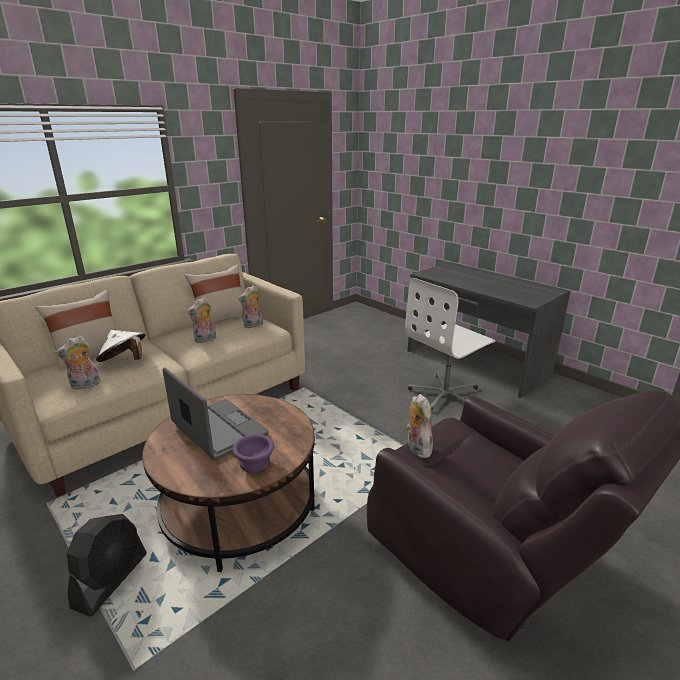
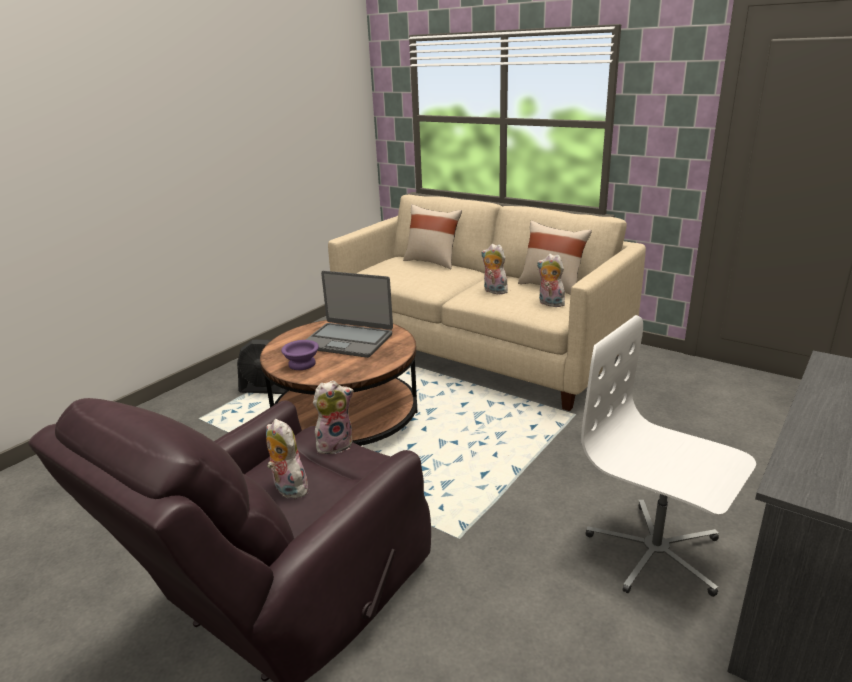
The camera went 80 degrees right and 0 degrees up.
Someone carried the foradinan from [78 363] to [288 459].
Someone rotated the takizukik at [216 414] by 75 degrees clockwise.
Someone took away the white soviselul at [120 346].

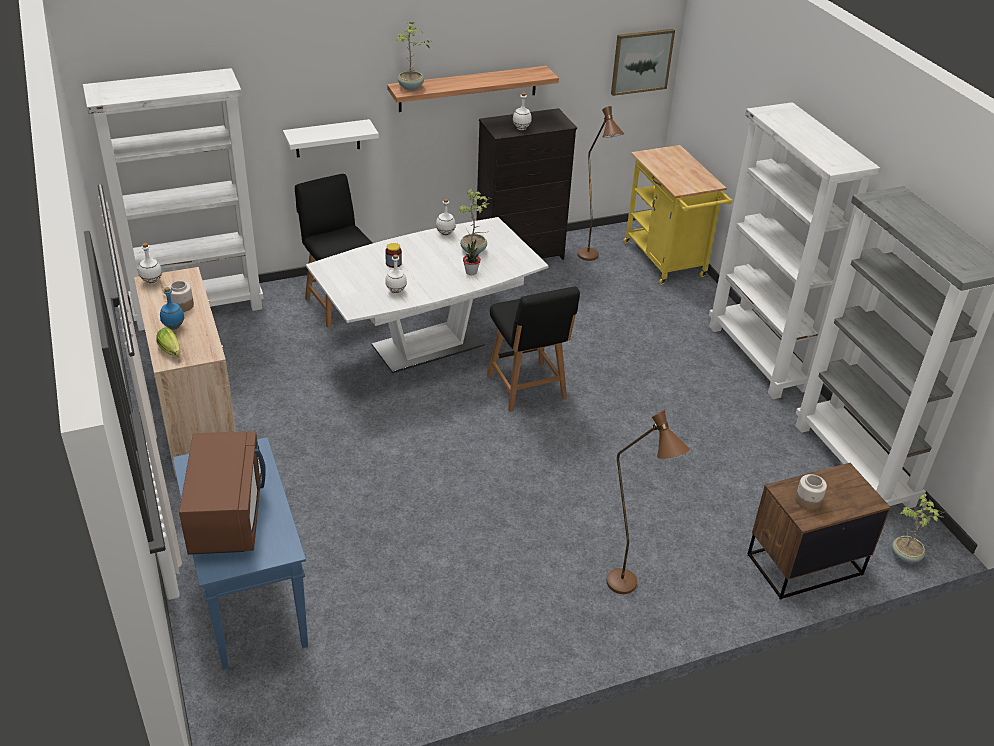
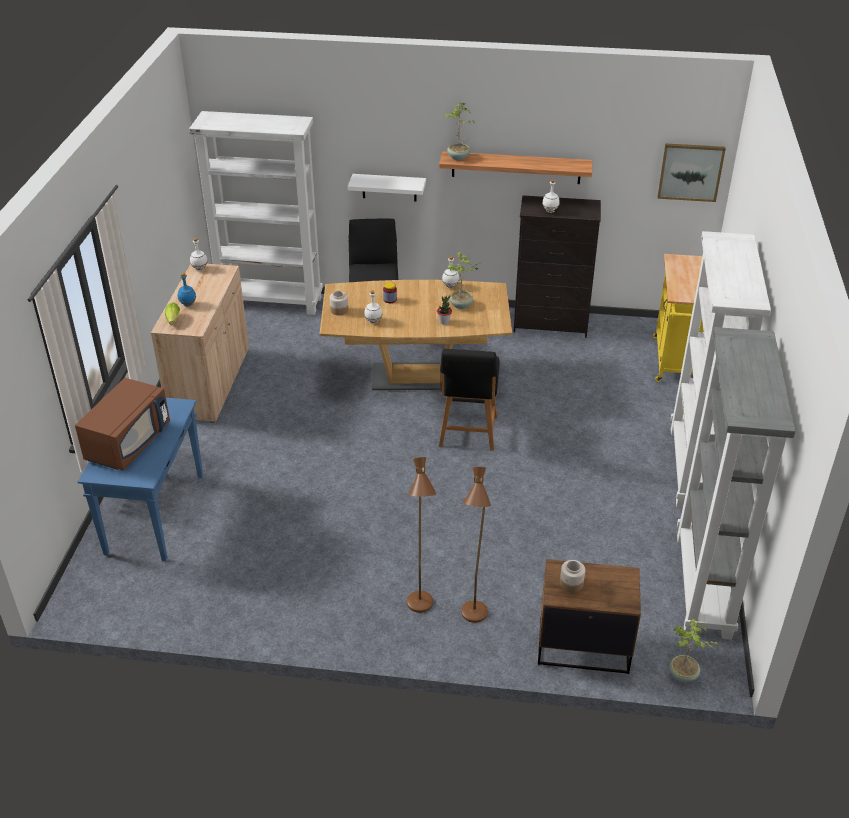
The camera went 30 degrees right and 0 degrees up.
Someone repainted the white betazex at [427 295], which became the brown betazex at [416 335].
Someone carried the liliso from [181 296] to [339 303].
Someone carried the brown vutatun from [600 183] to [476 545].

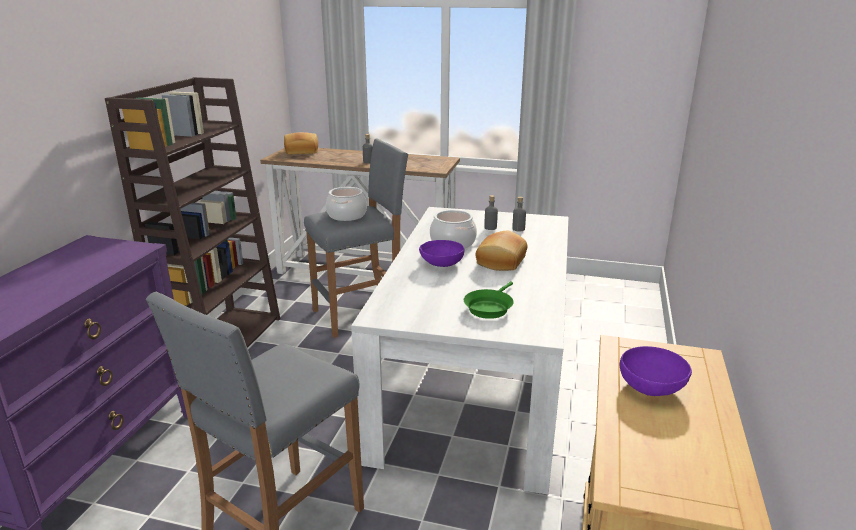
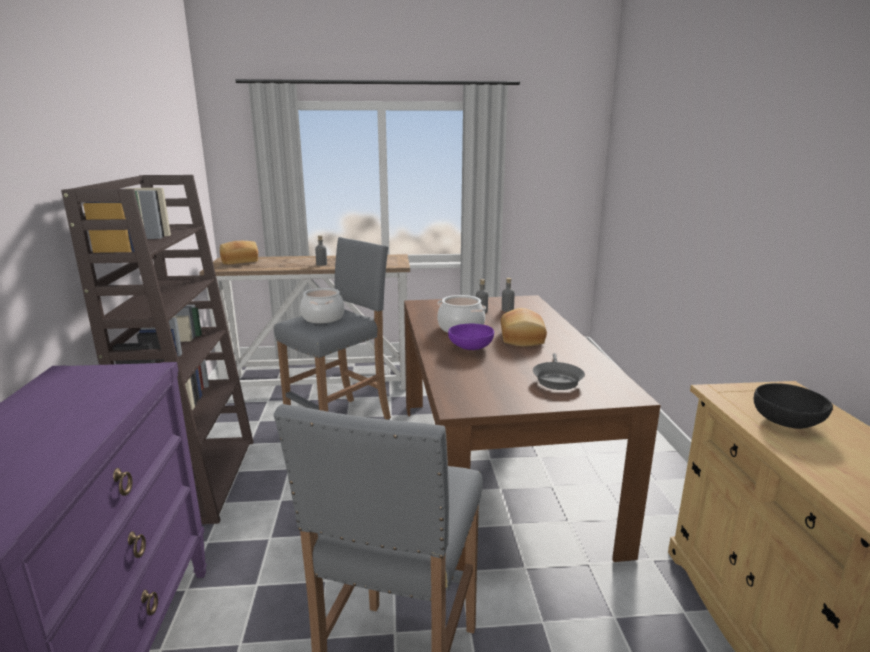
The camera went 20 degrees left and 5 degrees down.
Someone repainted the white betazex at [459 351], which became the brown betazex at [532 433].
Someone repainted the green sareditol at [489 300], which became the grey sareditol at [559 371].
Someone repainted the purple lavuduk at [655 371], which became the black lavuduk at [793 406].

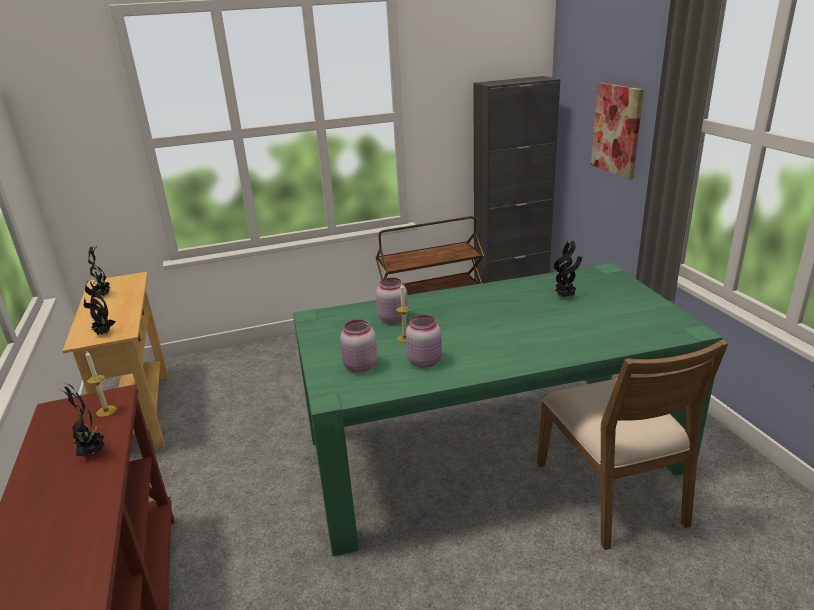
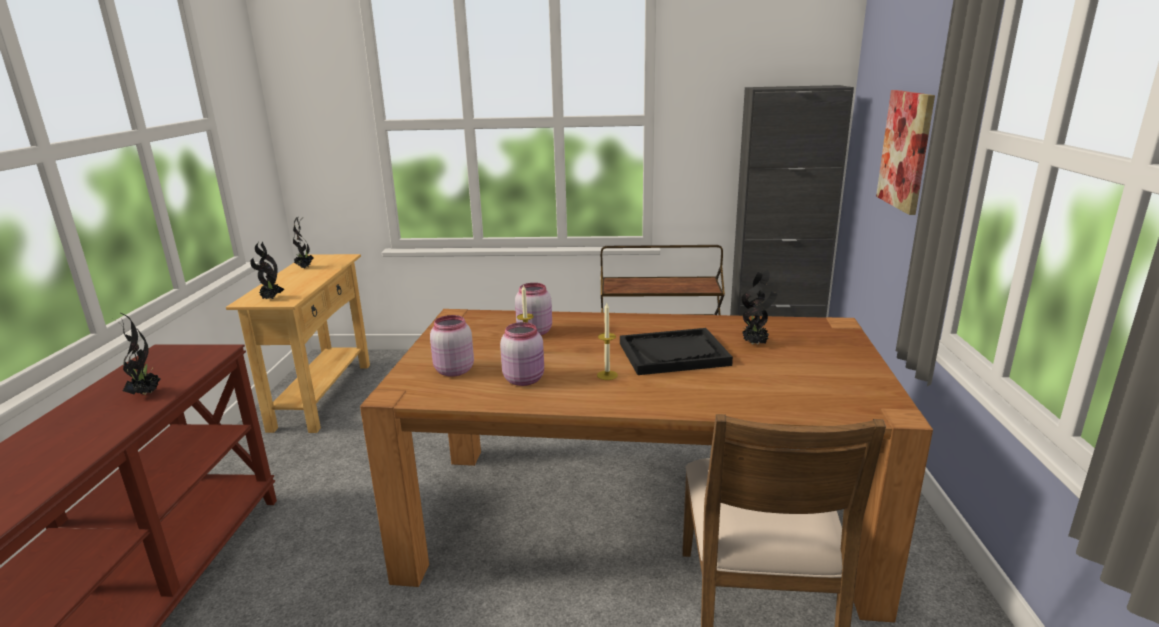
The camera went 20 degrees right and 5 degrees down.
Someone repainted the green betazex at [508 409], which became the brown betazex at [646 465].
Someone carried the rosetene from [101 383] to [607 341].
Someone put down the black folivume at [676 351].

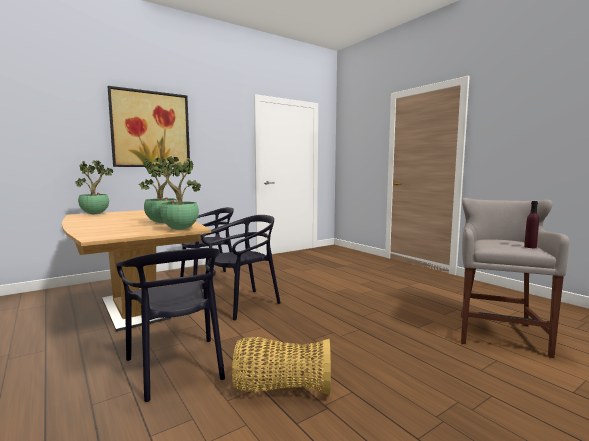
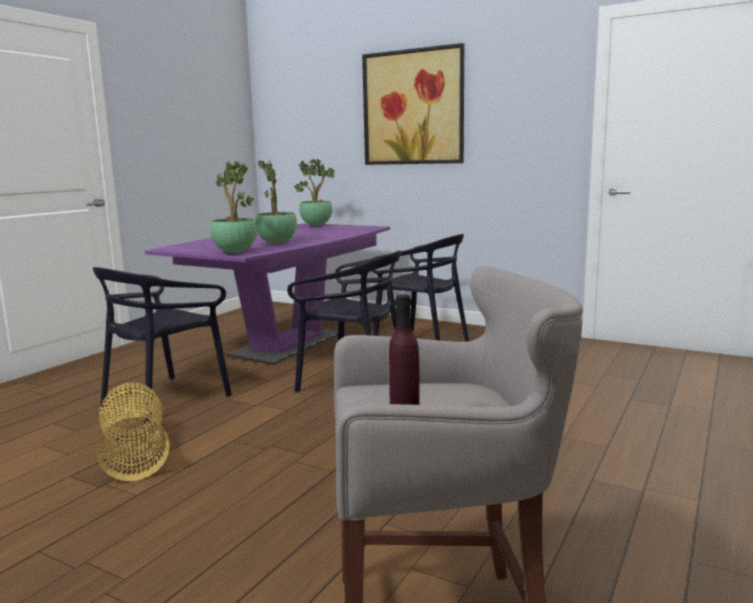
The camera went 65 degrees right and 5 degrees up.
Someone repainted the brown betazex at [136 271], which became the purple betazex at [267 294].

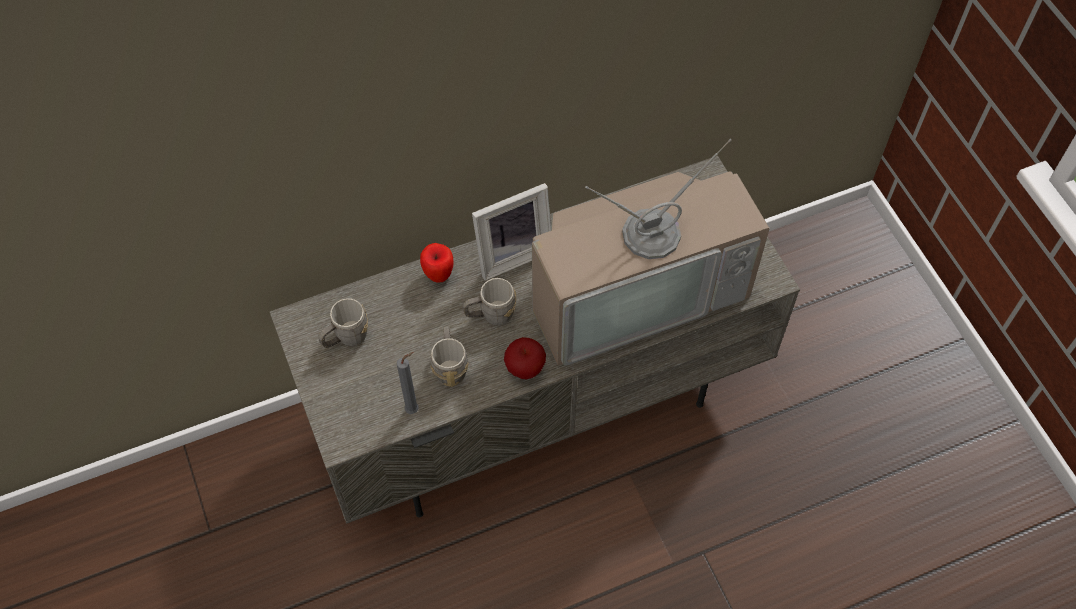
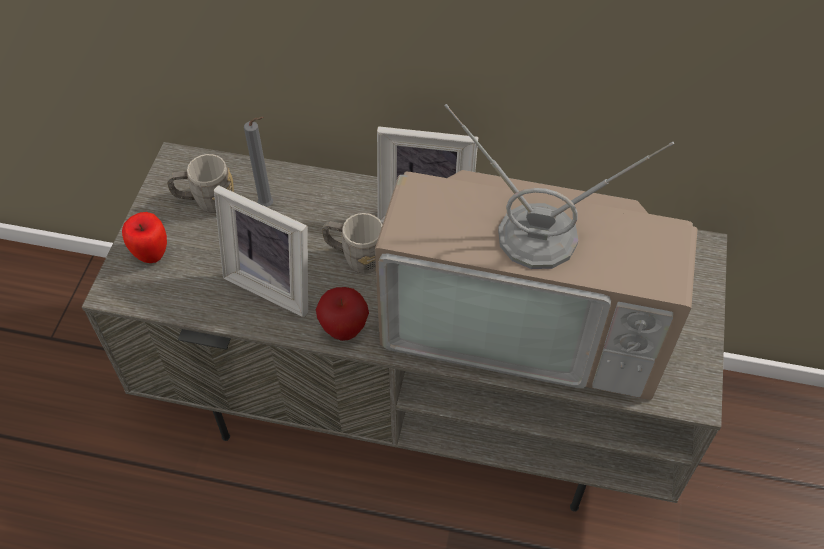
The camera went 35 degrees right and 5 degrees down.
Someone carried the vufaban from [436 263] to [144 237].
Someone swapped the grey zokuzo at [449 357] for the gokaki at [261 251].
Someone carried the grey rosetene from [408 383] to [258 162].

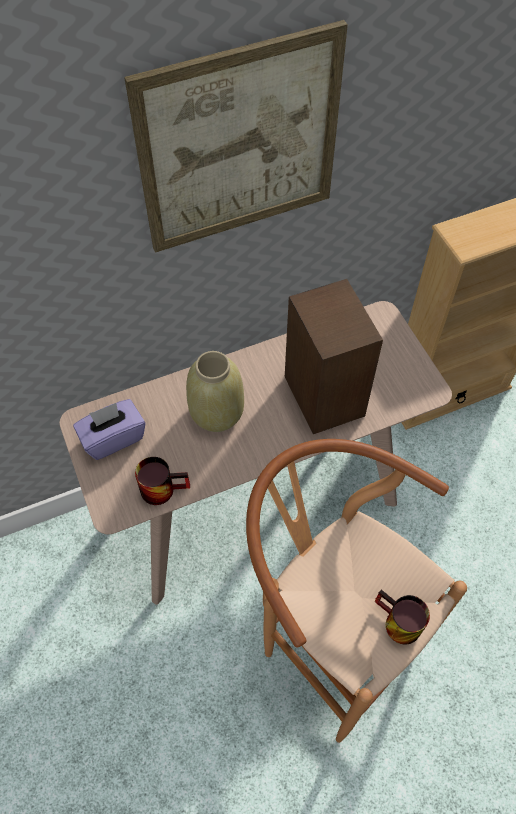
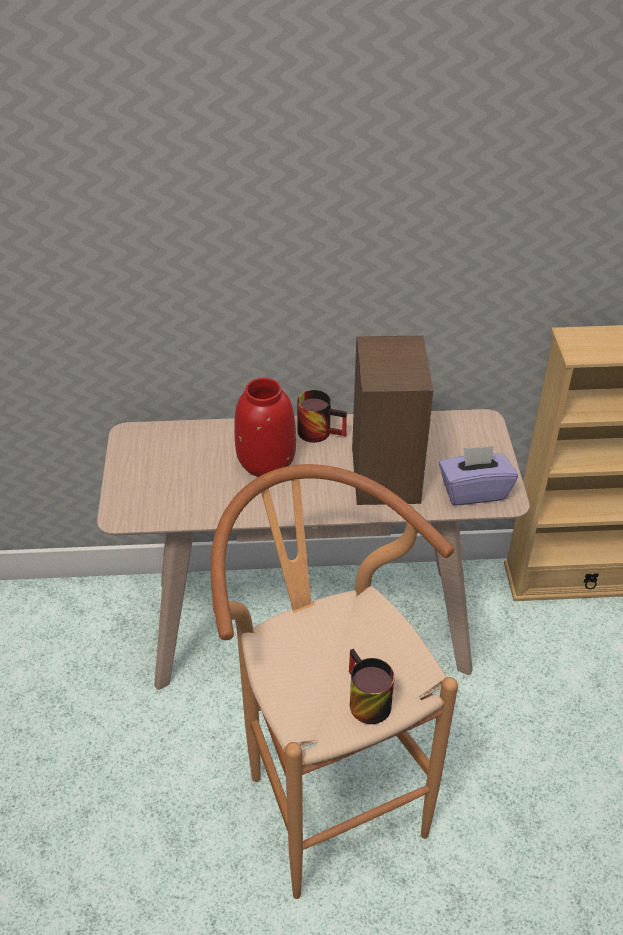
The camera went 20 degrees right and 15 degrees down.
Someone repainted the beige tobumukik at [215 391], which became the red tobumukik at [265 427].
Someone carried the zokuzo from [162 481] to [322 416].
Someone carried the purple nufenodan from [109 429] to [478 475].
Someone took away the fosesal at [236 136].

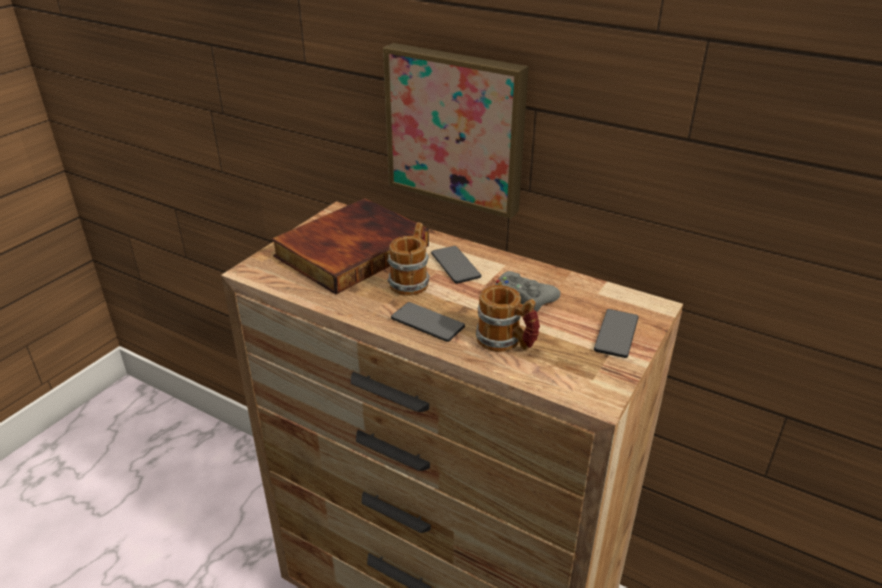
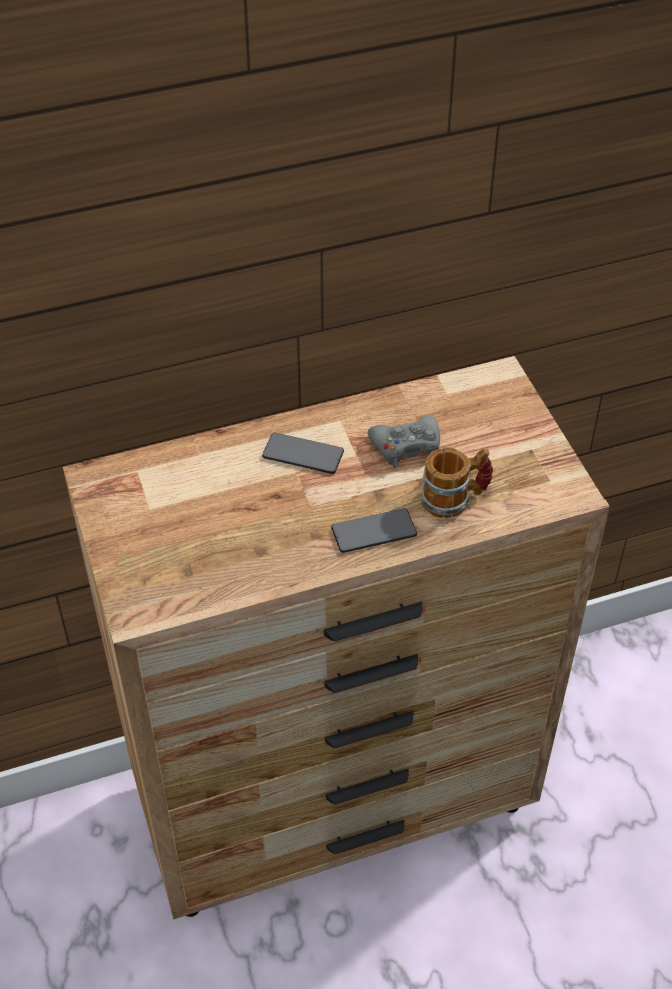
The camera went 50 degrees left and 15 degrees up.
Someone took away the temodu at [350 246].
Someone took away the fosesal at [456 131].
Someone took away the zokuzo at [408 259].
Someone took away the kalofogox at [616 333].

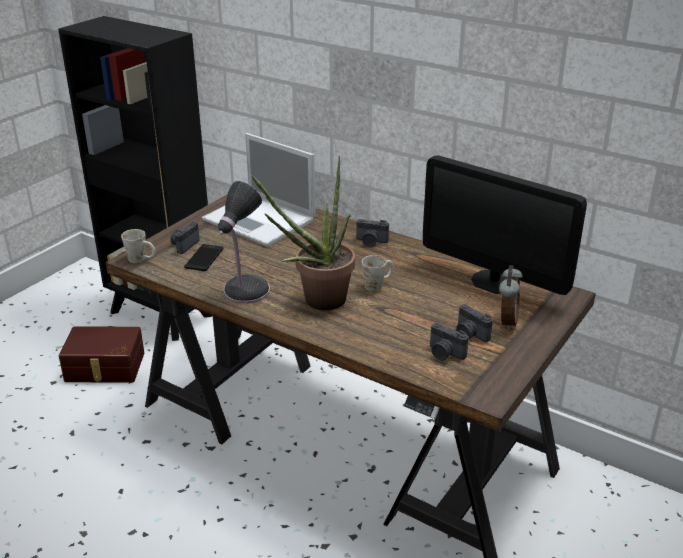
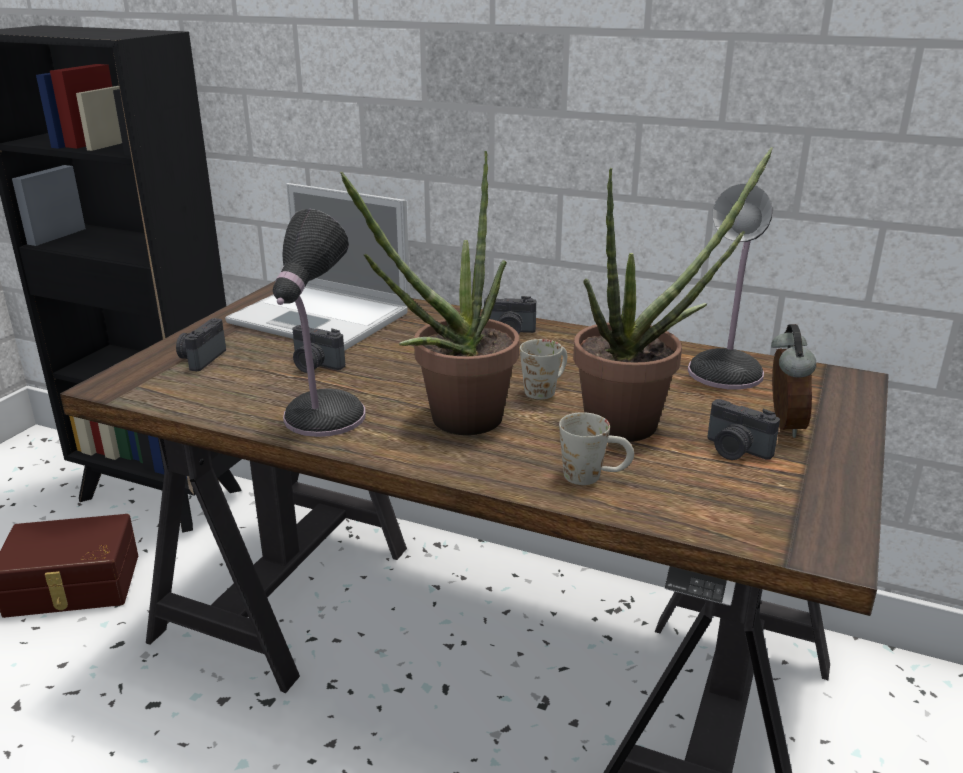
The camera went 10 degrees left and 5 degrees down.
Someone carried the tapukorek from [449 342] to [318 349].
Someone carried the white zokuzo from [138 246] to [596 448].
Someone put down the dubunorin at [673 294].
Someone swapped the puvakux at [505 225] for the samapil at [730 287].
Someone took away the kalofogox at [204 257].

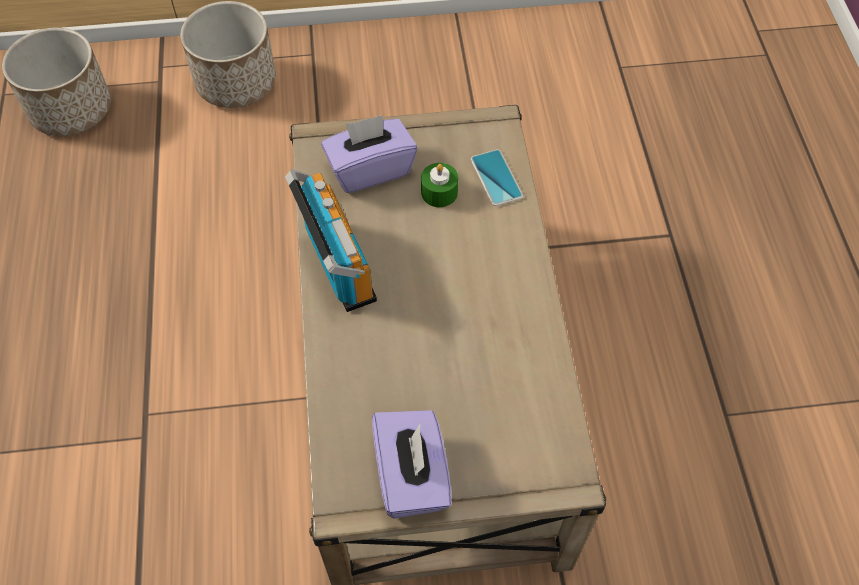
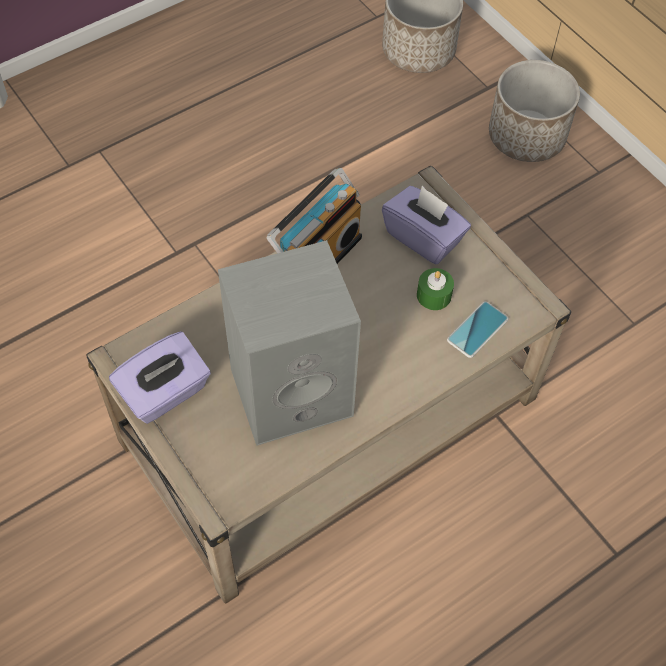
The camera went 60 degrees right and 0 degrees up.
Someone put down the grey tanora at [289 343].

